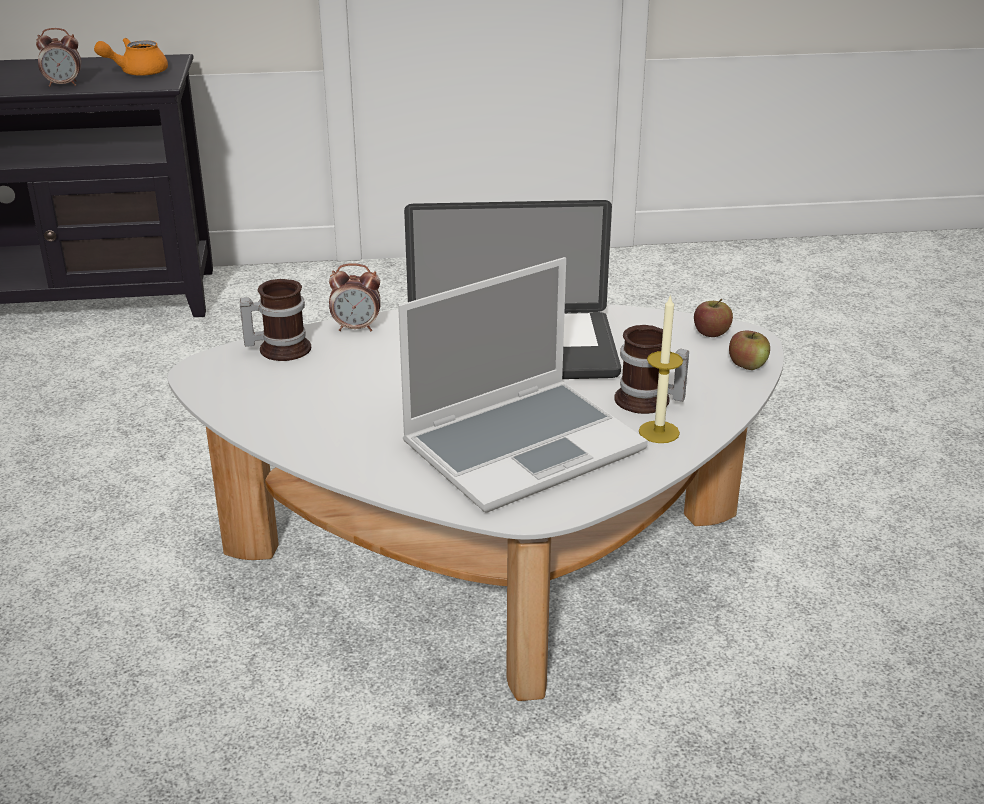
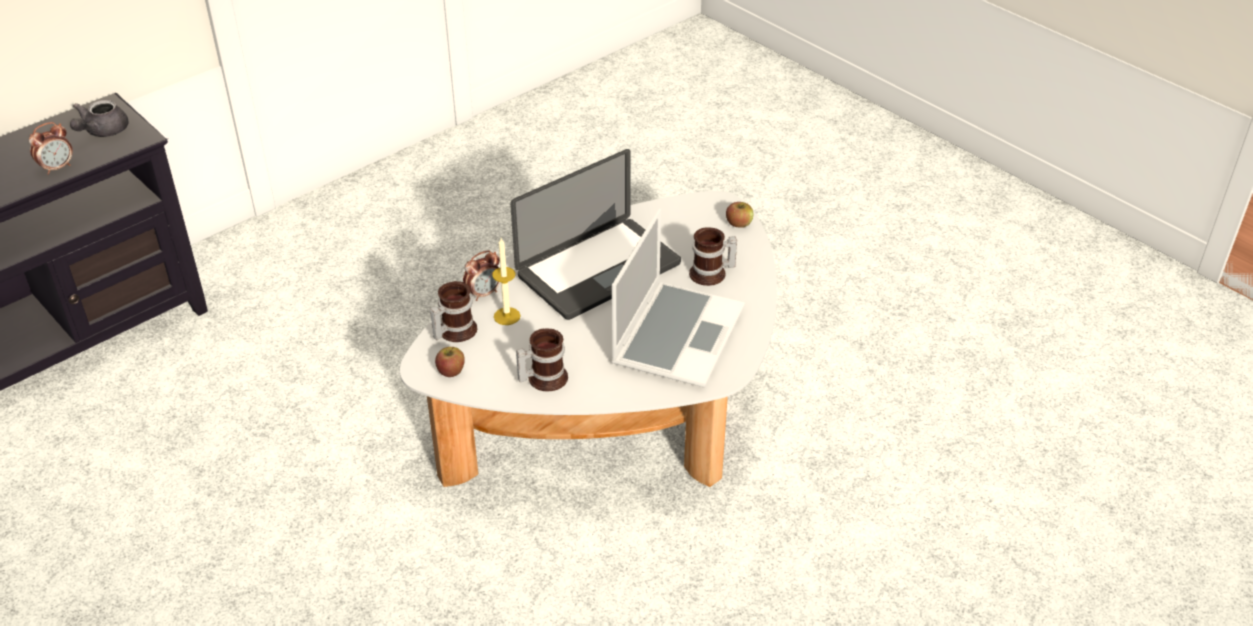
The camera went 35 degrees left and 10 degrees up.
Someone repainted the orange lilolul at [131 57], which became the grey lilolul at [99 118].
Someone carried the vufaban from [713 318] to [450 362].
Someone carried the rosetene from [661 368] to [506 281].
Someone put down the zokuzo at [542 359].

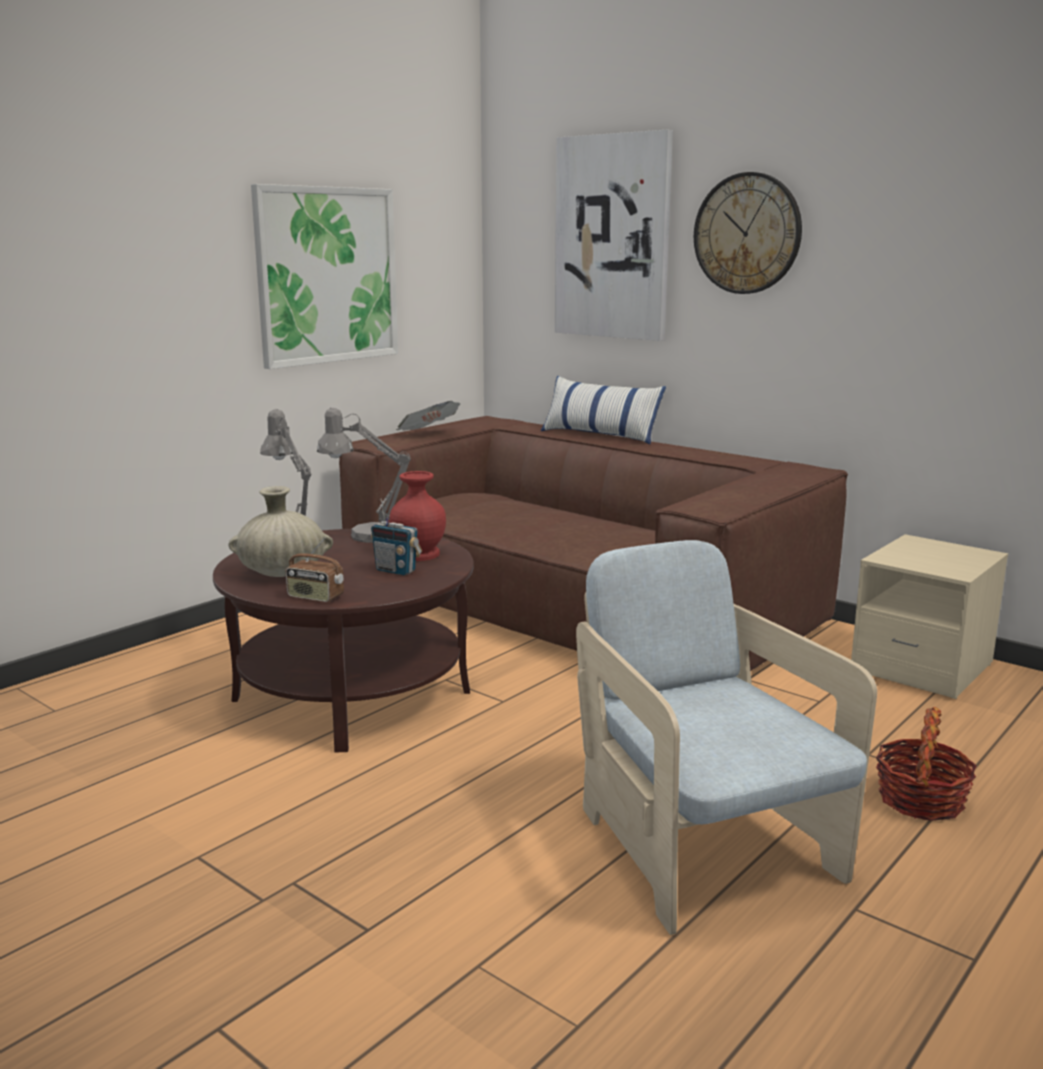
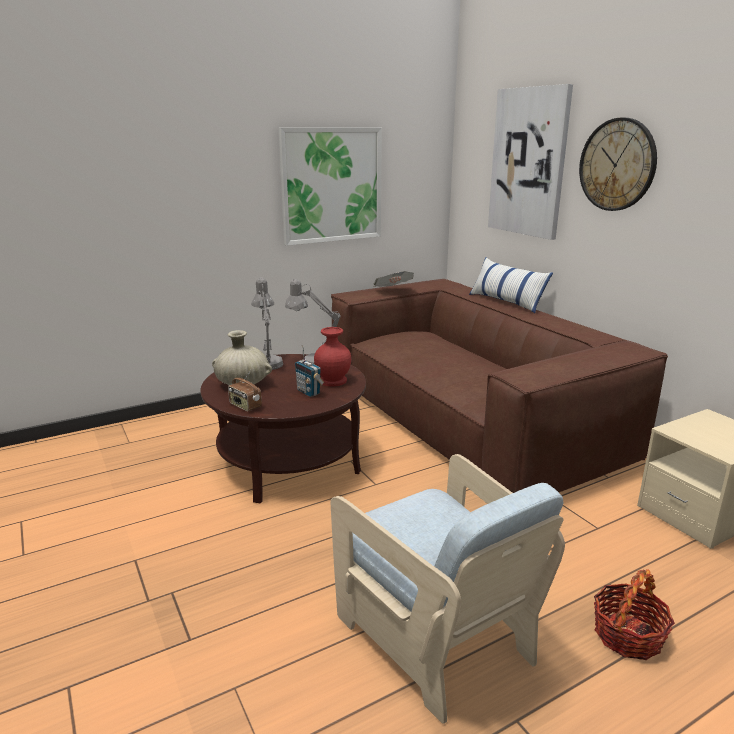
The camera went 20 degrees right and 5 degrees up.
Someone rotated the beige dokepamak at [726 737] by 150 degrees clockwise.

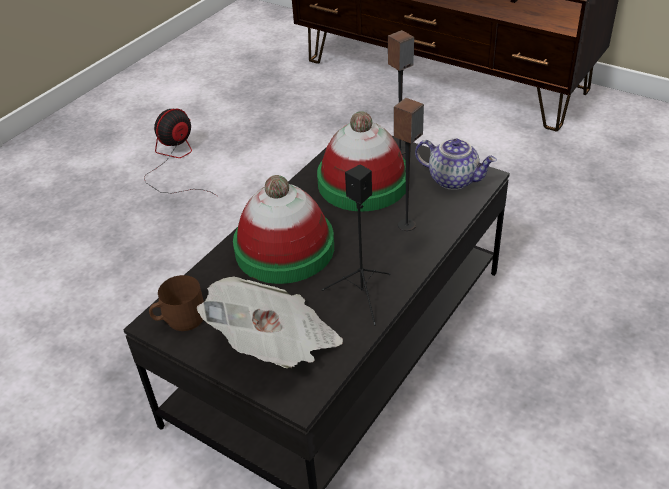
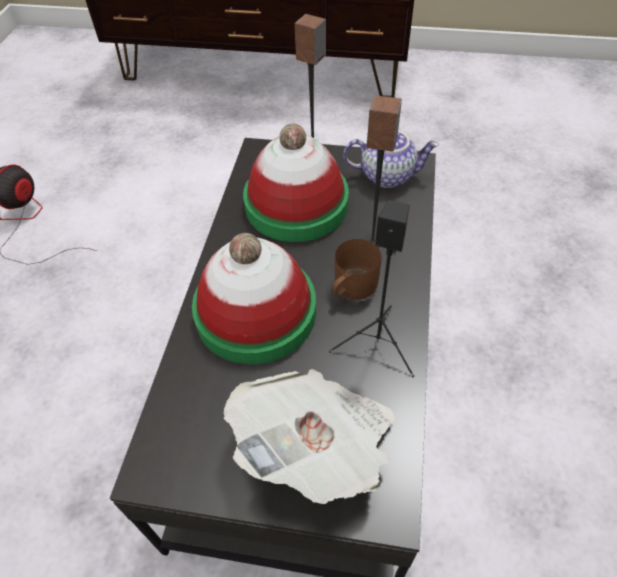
The camera went 25 degrees left and 10 degrees up.
Someone carried the brown zokuzo from [176 303] to [357 269].

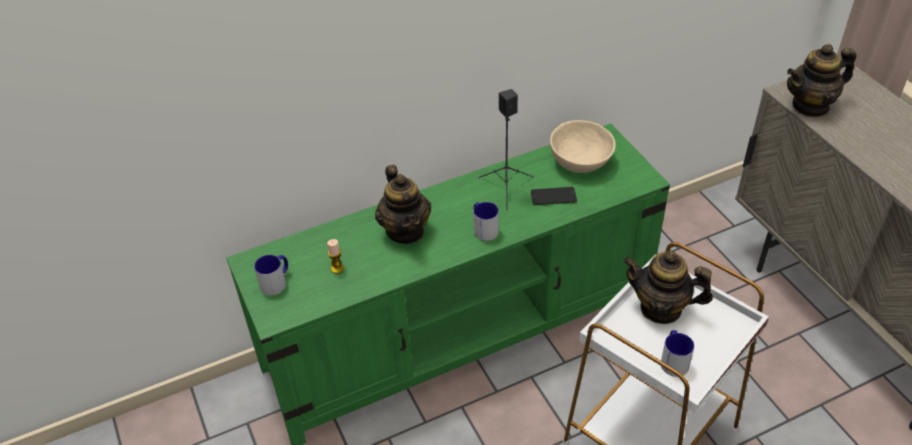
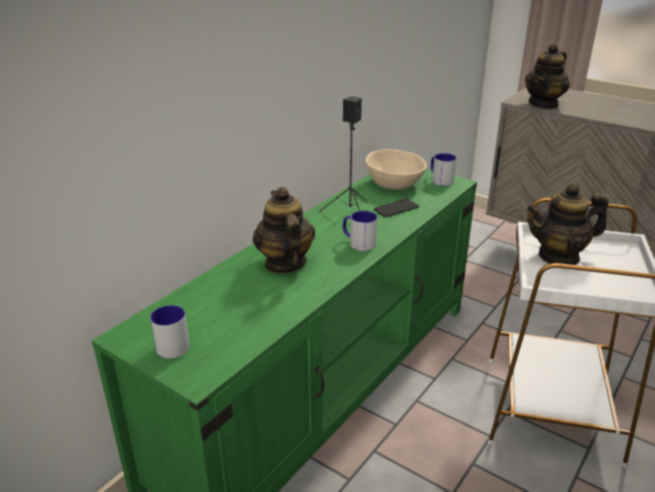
The camera went 30 degrees left and 15 degrees down.
Someone rotated the lilolul at [403 204] by 150 degrees counterclockwise.
Someone carried the zokuzo from [677 353] to [443 169].
Someone took away the rosetene at [335 256].

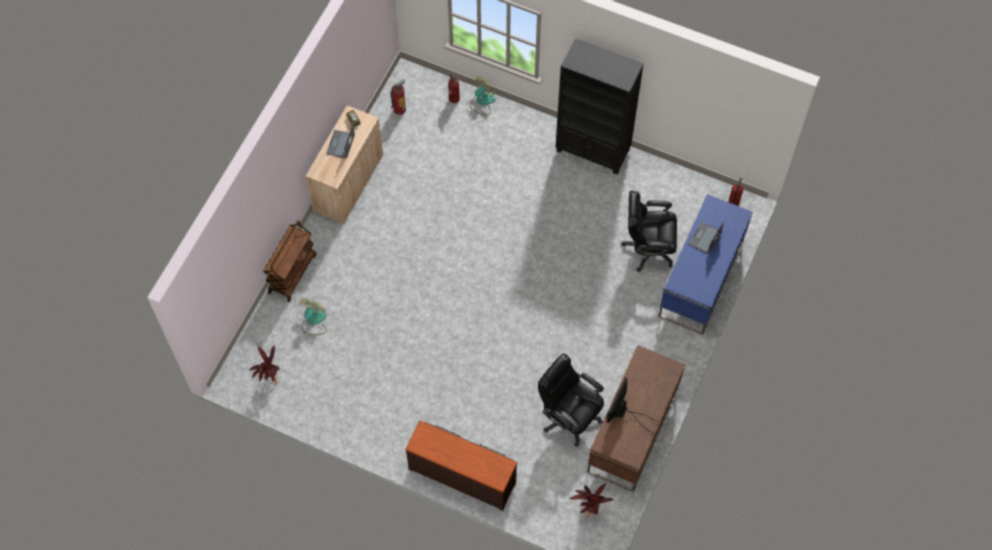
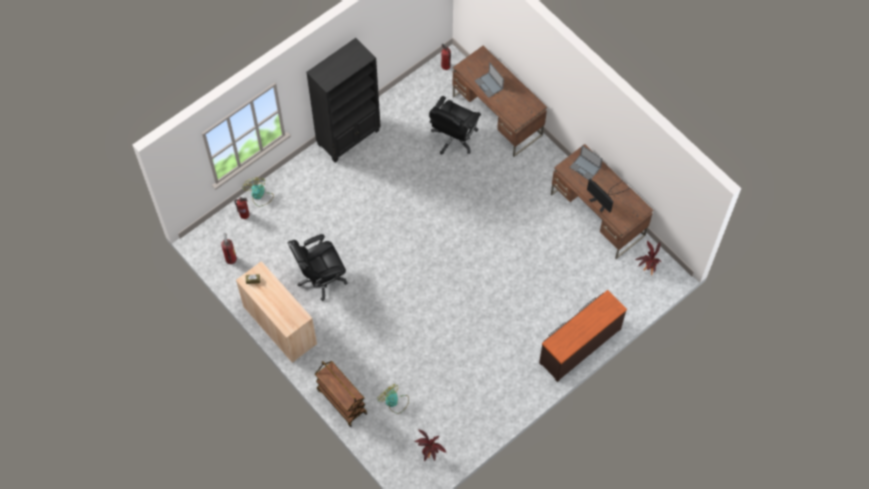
The camera went 65 degrees left and 0 degrees up.
Someone carried the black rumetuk from [571 400] to [317 267].
Someone repainted the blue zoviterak at [705 264], which became the brown zoviterak at [500 101].
Someone carried the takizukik from [340 140] to [586 162].

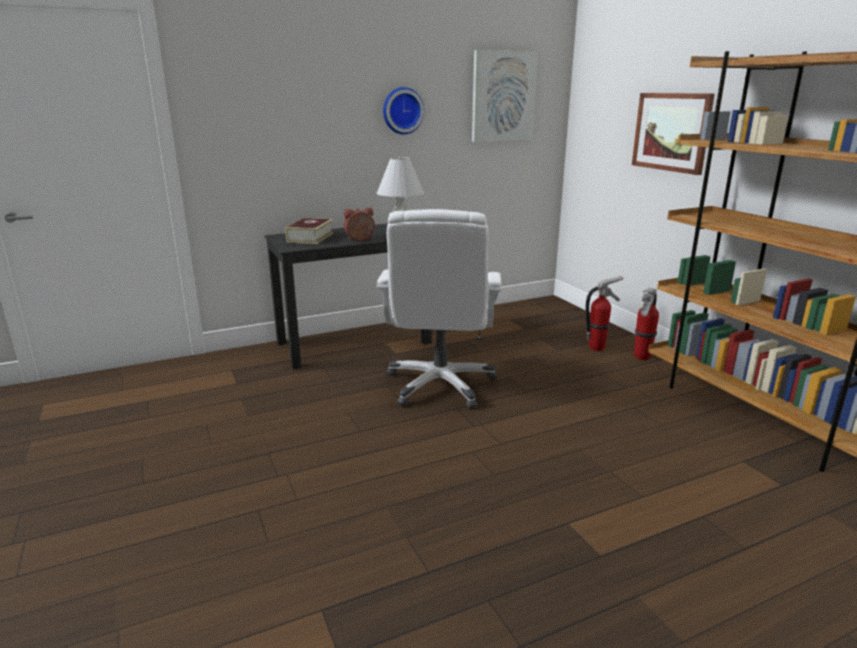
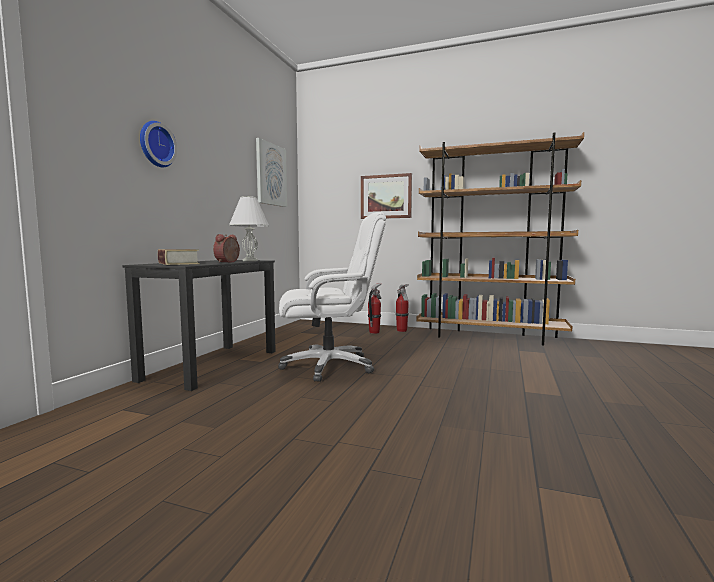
The camera went 45 degrees left and 15 degrees down.
Someone carried the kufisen from [403 110] to [158 144].
Someone rotated the white rumetuk at [439 309] by 60 degrees counterclockwise.

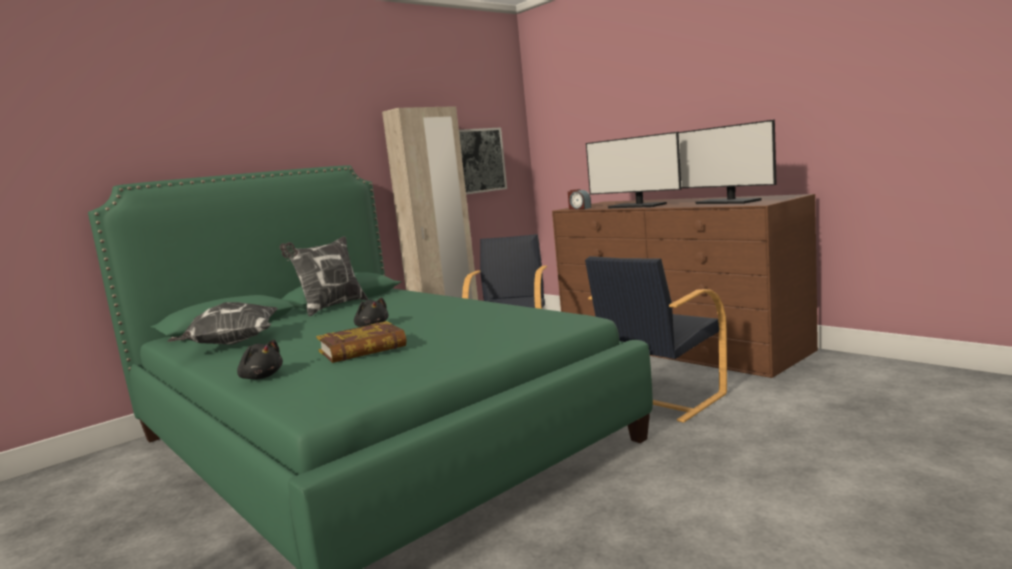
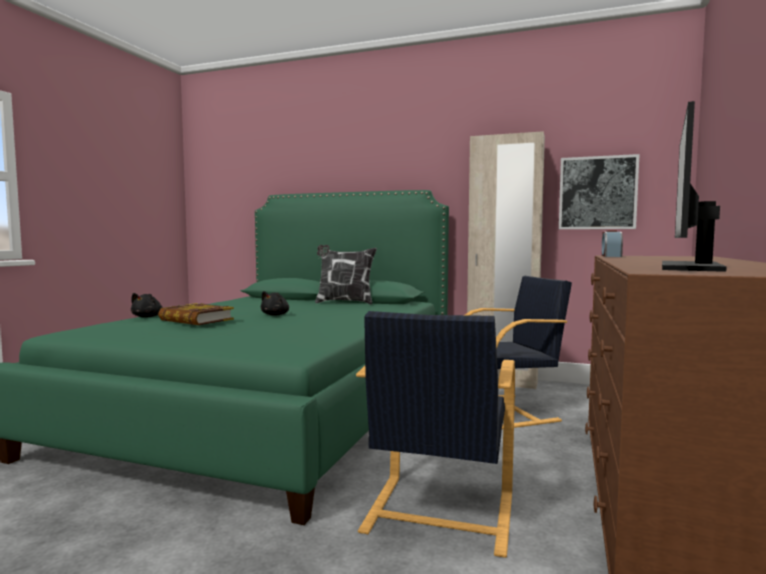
The camera went 60 degrees right and 5 degrees down.
Someone rotated the black dokepamak at [656 339] by 90 degrees counterclockwise.
Someone took away the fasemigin at [222 323].
Someone took away the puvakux at [634 170].

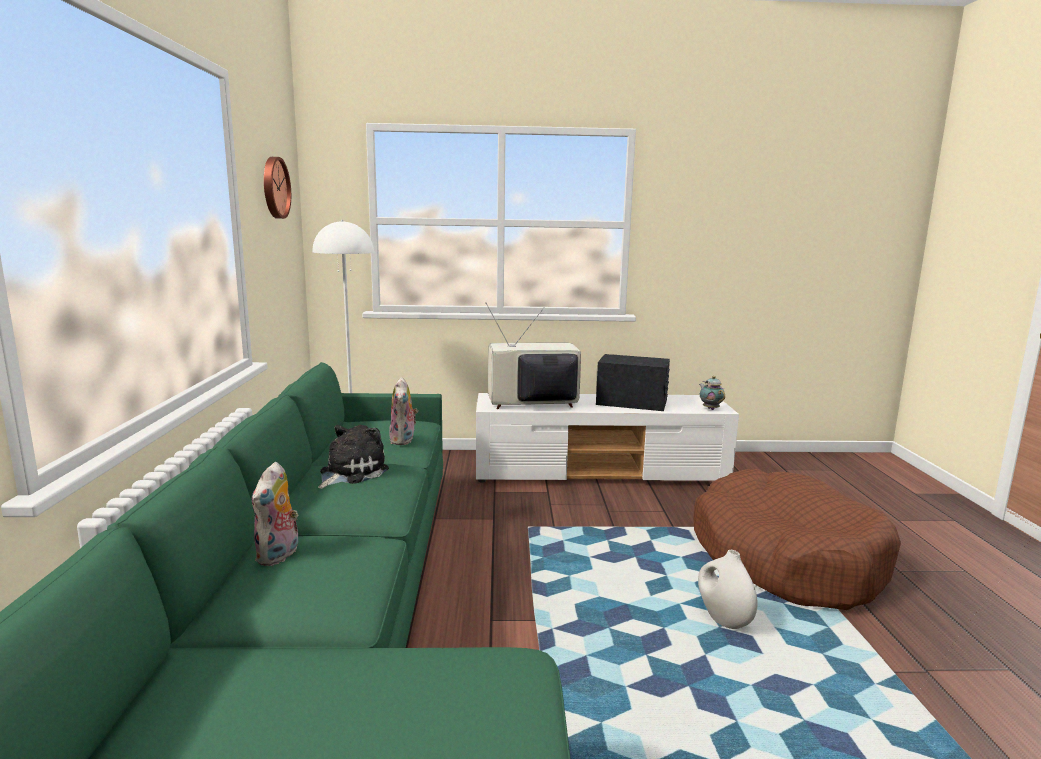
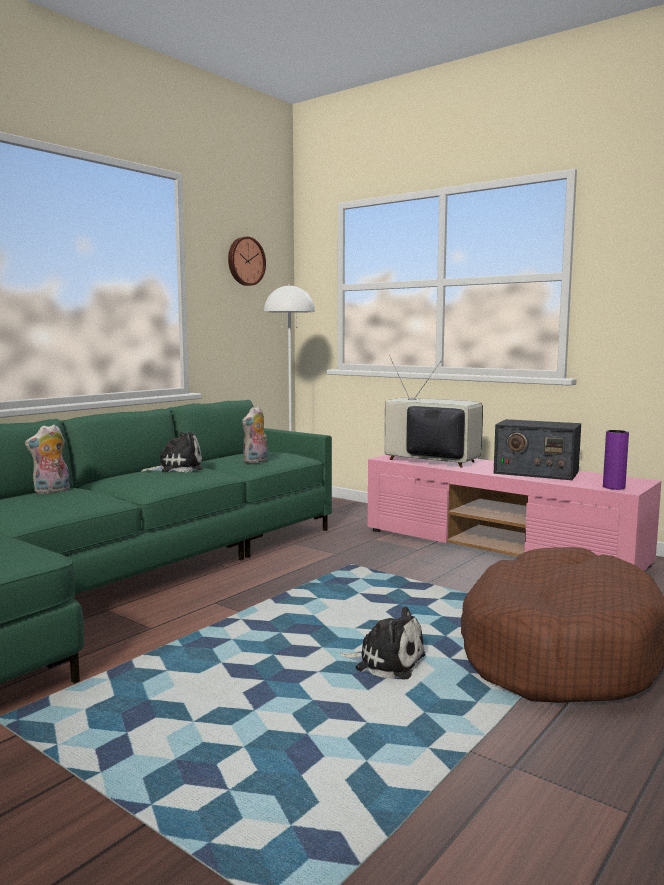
The camera went 40 degrees right and 5 degrees down.
Someone swapped the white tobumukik at [728 589] for the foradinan at [382 643].
Someone repainted the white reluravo at [607 437], which became the pink reluravo at [514 513].
Someone rotated the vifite at [633 382] by 150 degrees clockwise.
Someone swapped the lilolul at [712 393] for the purple tobumukik at [616 460].

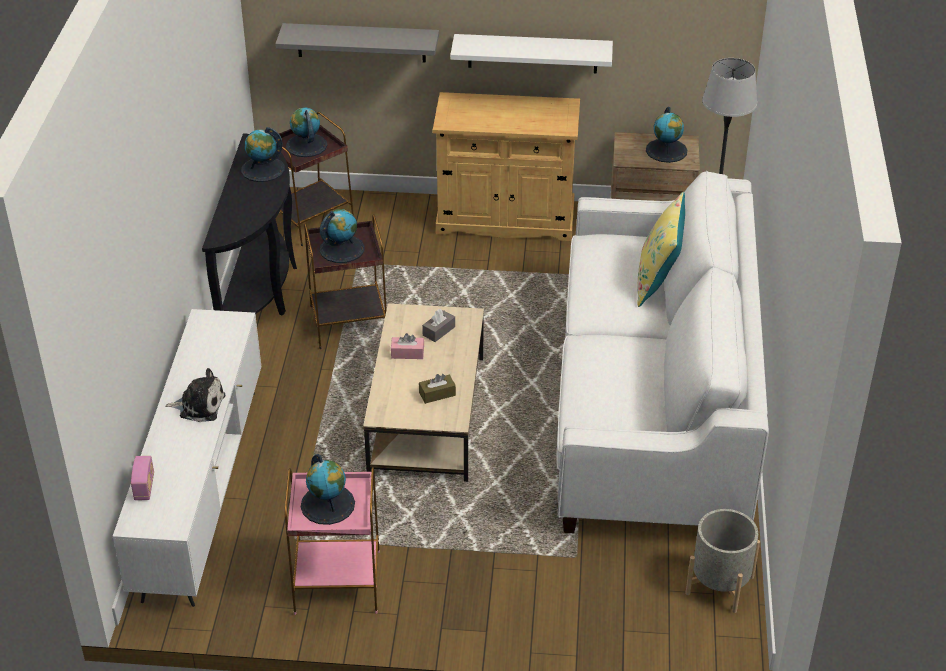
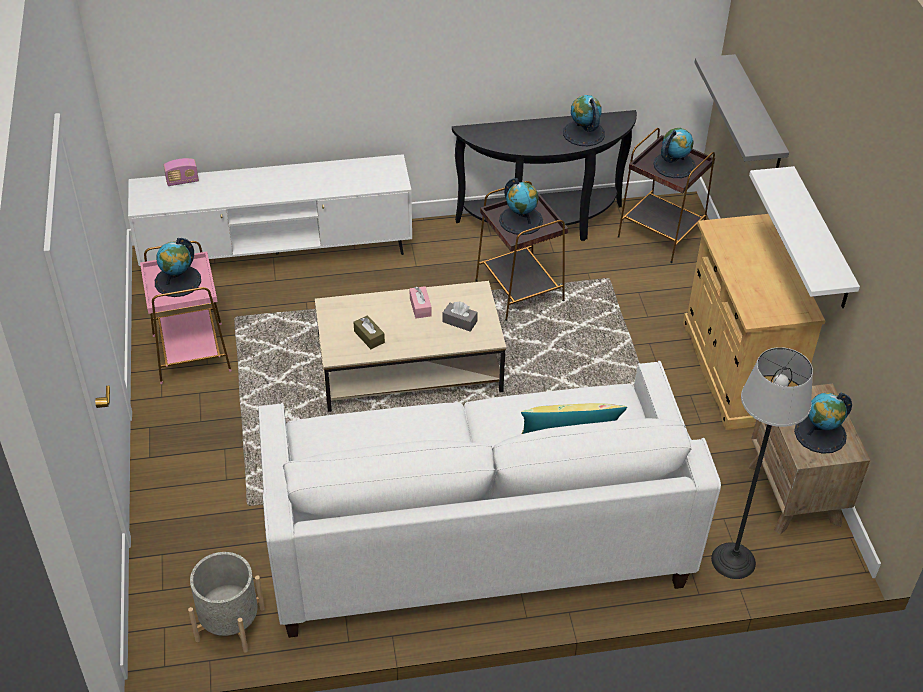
The camera went 75 degrees right and 5 degrees up.
Someone took away the foradinan at [195 395].

